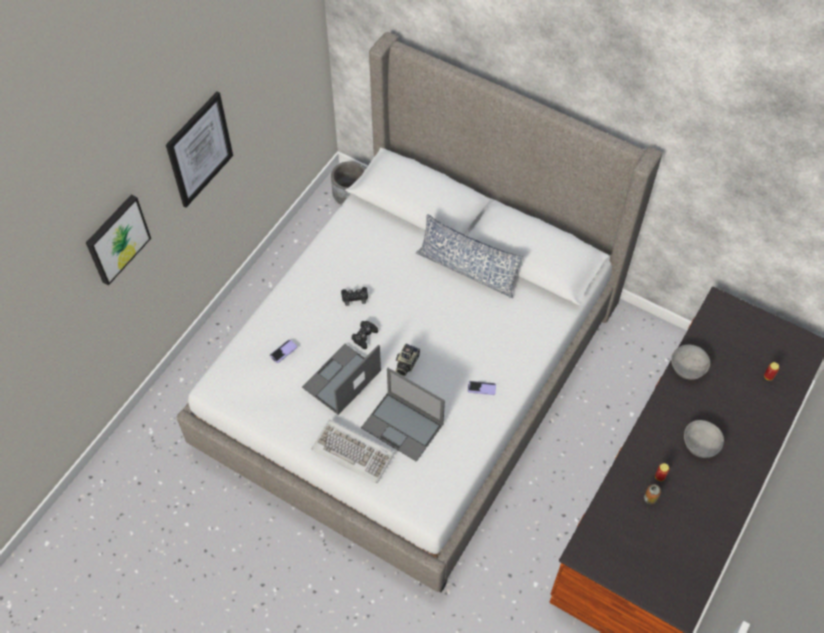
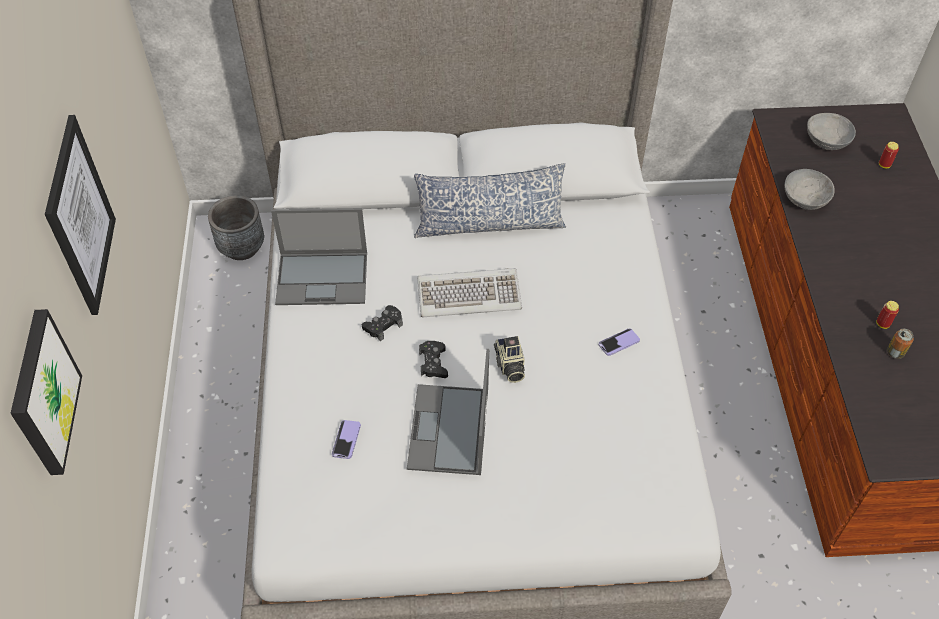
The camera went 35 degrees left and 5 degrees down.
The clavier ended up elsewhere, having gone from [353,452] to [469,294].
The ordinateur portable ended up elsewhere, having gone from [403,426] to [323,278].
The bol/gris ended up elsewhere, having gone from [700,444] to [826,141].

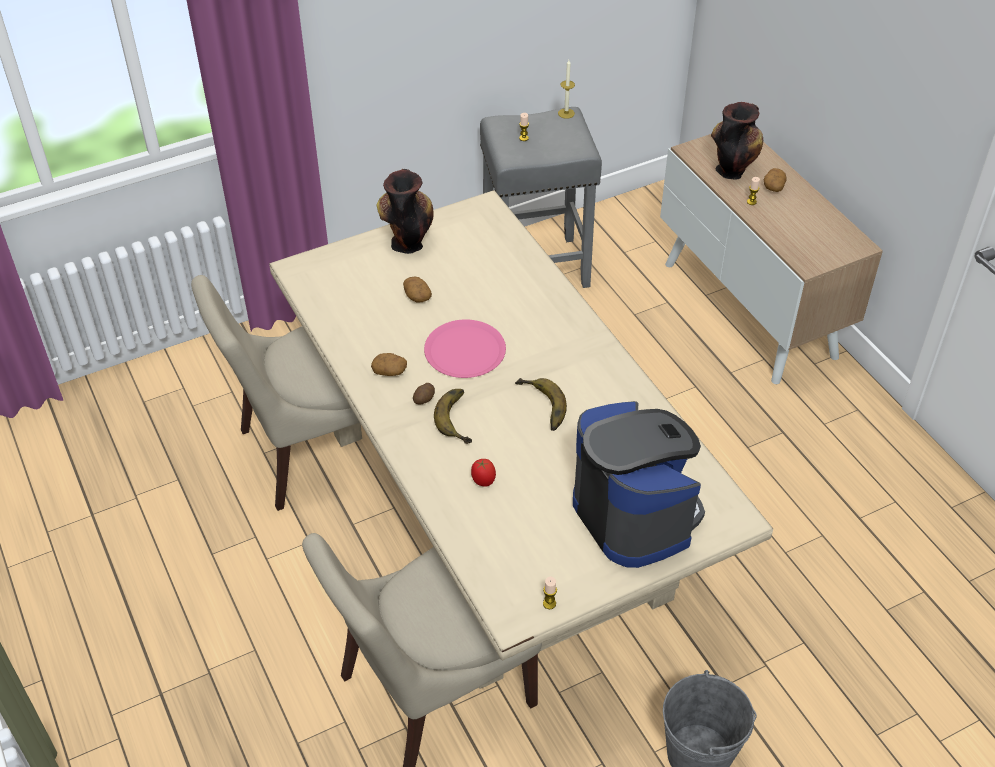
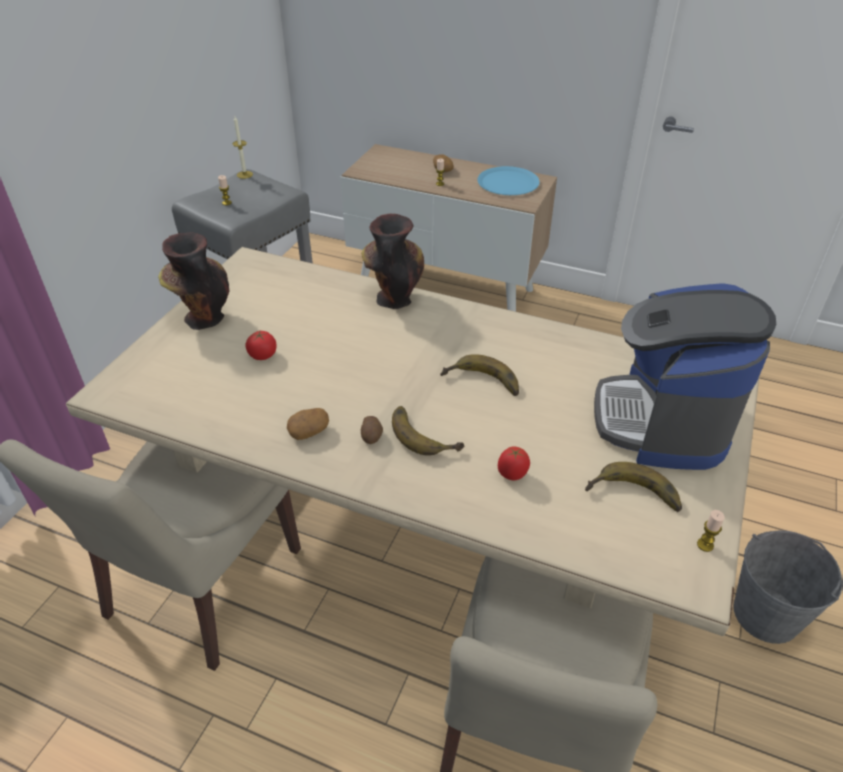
The camera went 40 degrees left and 5 degrees down.
Where the pomme de terre stood at [417,296], the tomate came to stand at [263,355].
The second view lost the assiette/rose at [465,350].
The machine à café at [635,514] ended up facing another way, 105 degrees counterclockwise from before.
The vase ended up elsewhere, having gone from [732,169] to [393,297].
The second view gained the assiette/bleu at [508,183].
The second view gained the banane at [633,498].

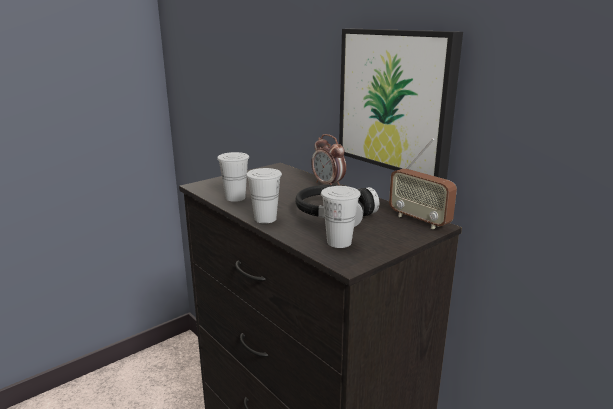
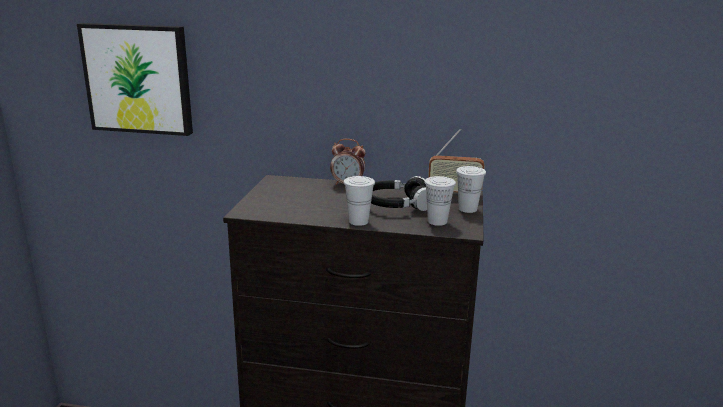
The camera went 40 degrees left and 0 degrees up.
The tasse/blanc ended up elsewhere, having gone from [235,198] to [467,209].
The tableau ended up elsewhere, having gone from [397,100] to [139,79].

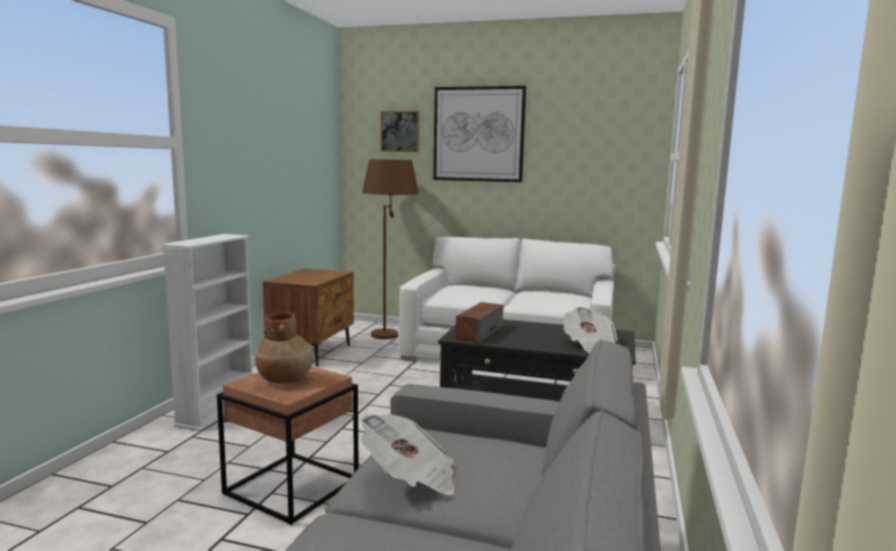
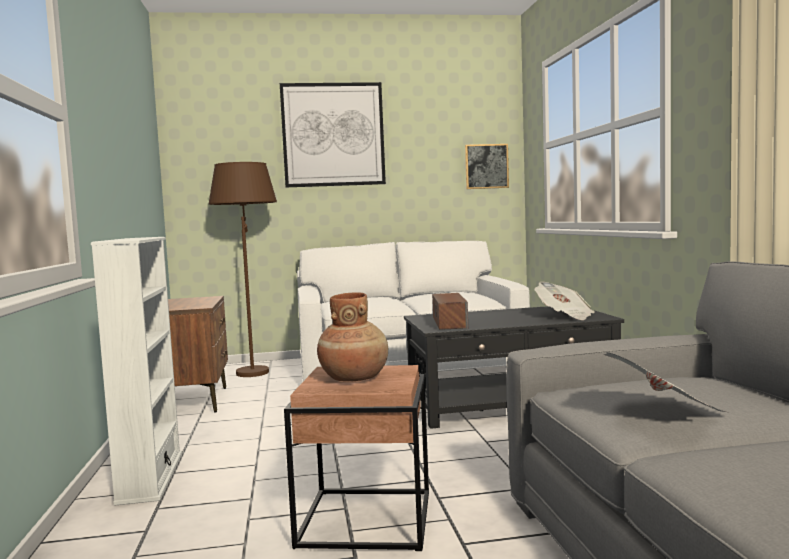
The camera went 25 degrees left and 5 degrees down.
The tableau ended up elsewhere, having gone from [400,131] to [486,166].

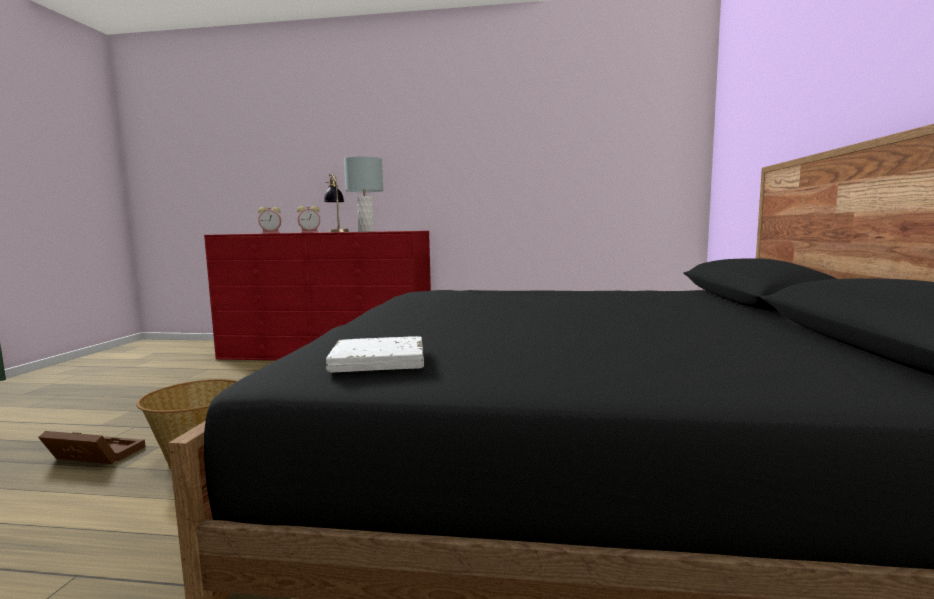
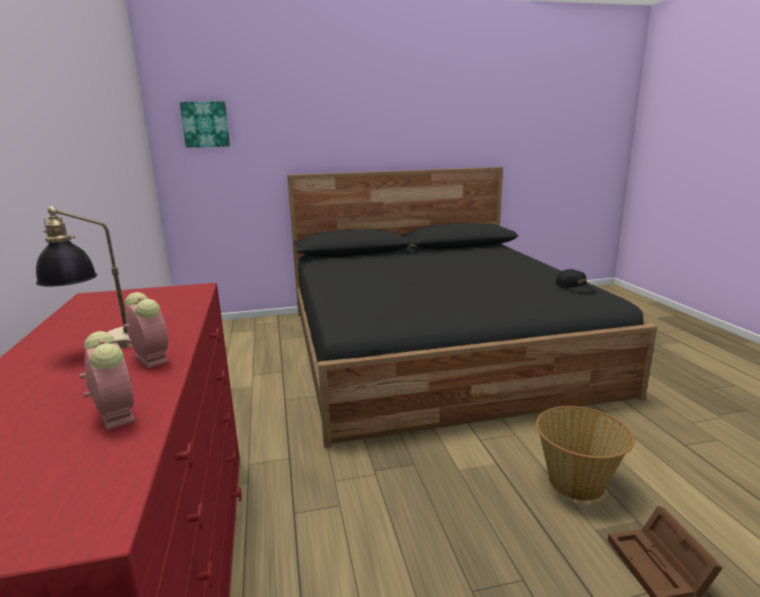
The camera went 110 degrees left and 10 degrees up.
Where the livre/blanc stood at [378,362], the casquette/noir came to stand at [574,288].
The second view lost the lampe de table/gris at [366,231].
The second view gained the tableau at [205,124].

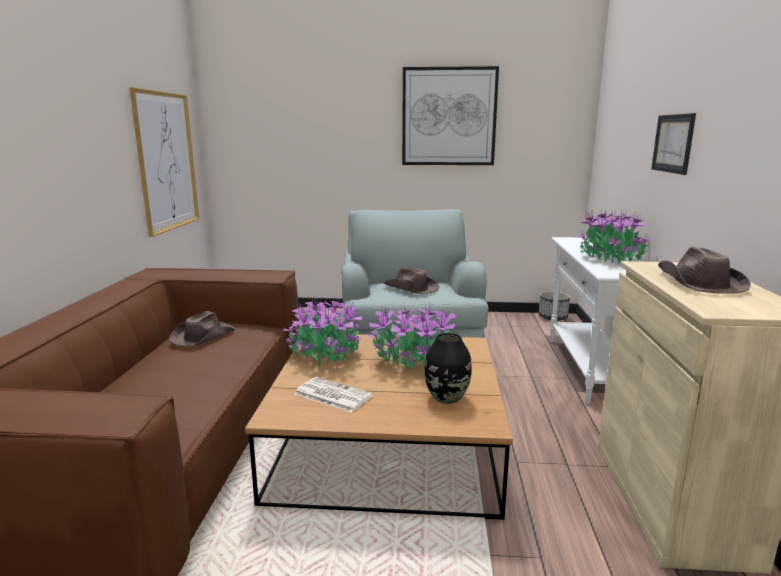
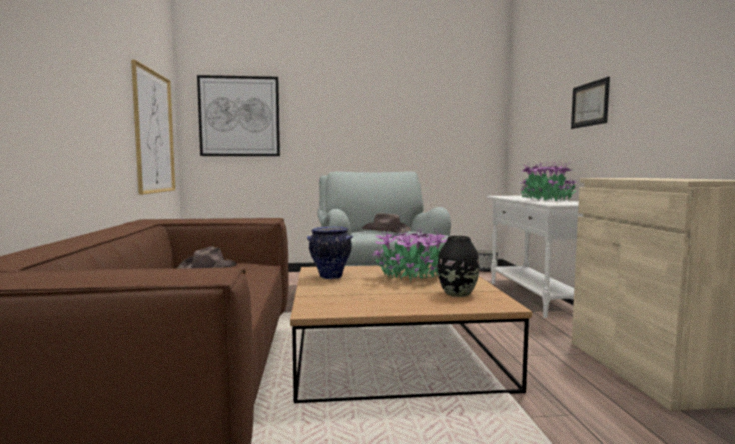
The camera went 10 degrees left and 10 degrees down.
Where the plante en pot stood at [325,354], the vase came to stand at [330,277].
The second view lost the journal at [332,395].
The tableau ended up elsewhere, having gone from [449,117] to [239,116].
The second view lost the chapeau/marron at [698,283].

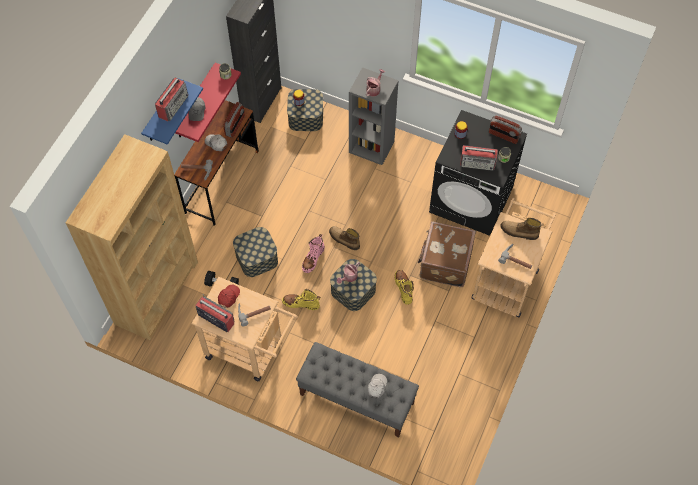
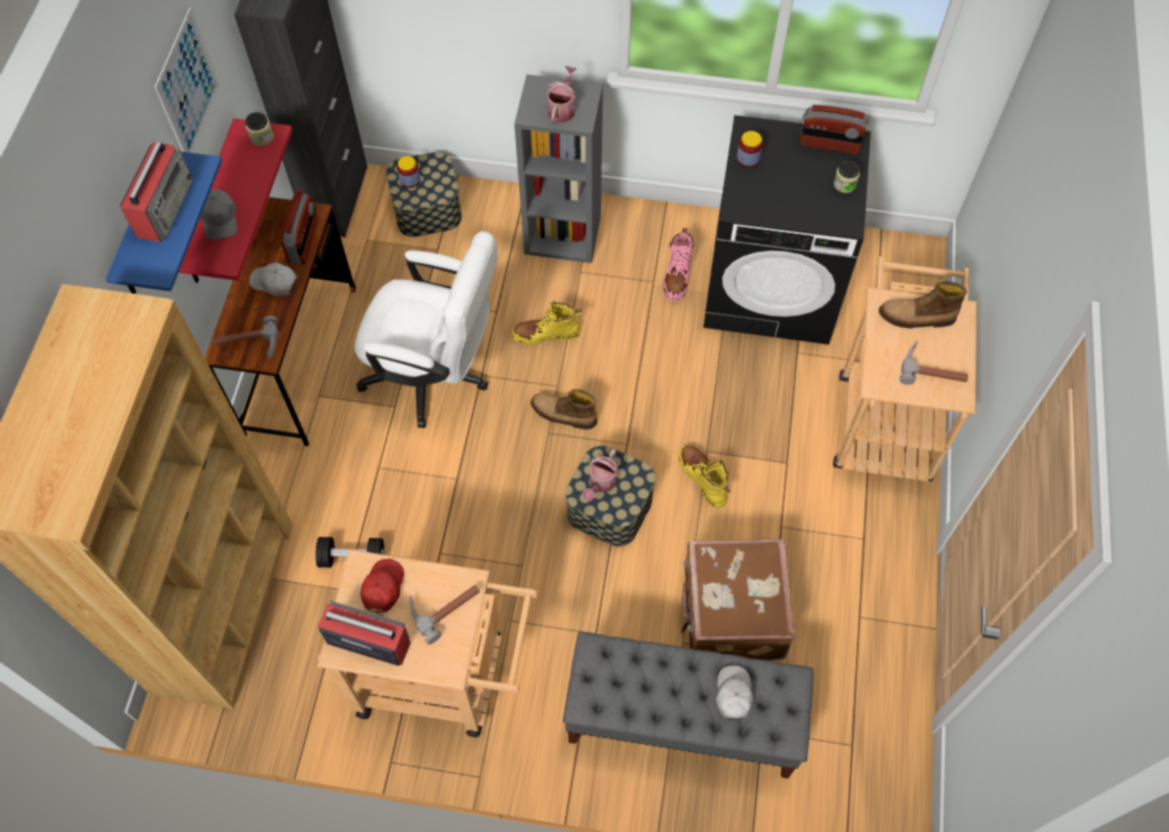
The camera went 15 degrees left and 0 degrees up.
The second view lost the boîte de rangement at [256,258].
The botte/jaune ended up elsewhere, having gone from [301,303] to [546,334].
The botte/rose ended up elsewhere, having gone from [313,258] to [677,276].
The valise/marron ended up elsewhere, having gone from [444,263] to [730,615].
The second view lost the radio at [478,163].
The second view gained the tableau at [188,85].
The second view gained the chaise de bureau/blanc at [436,376].

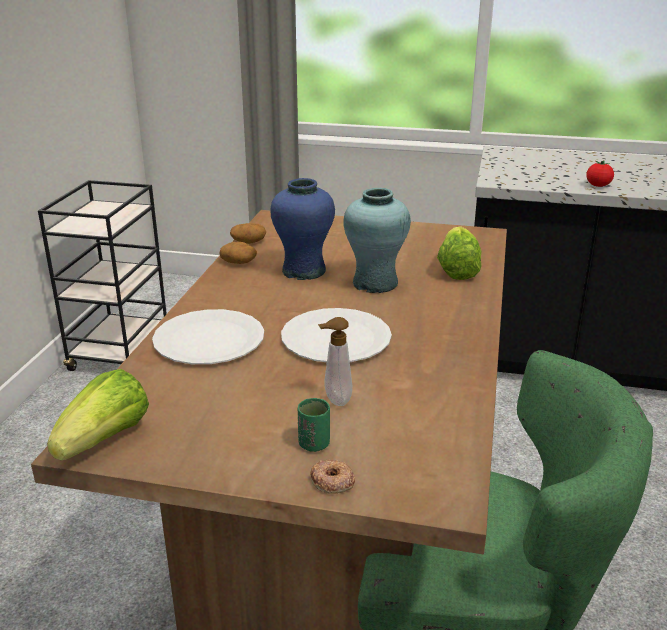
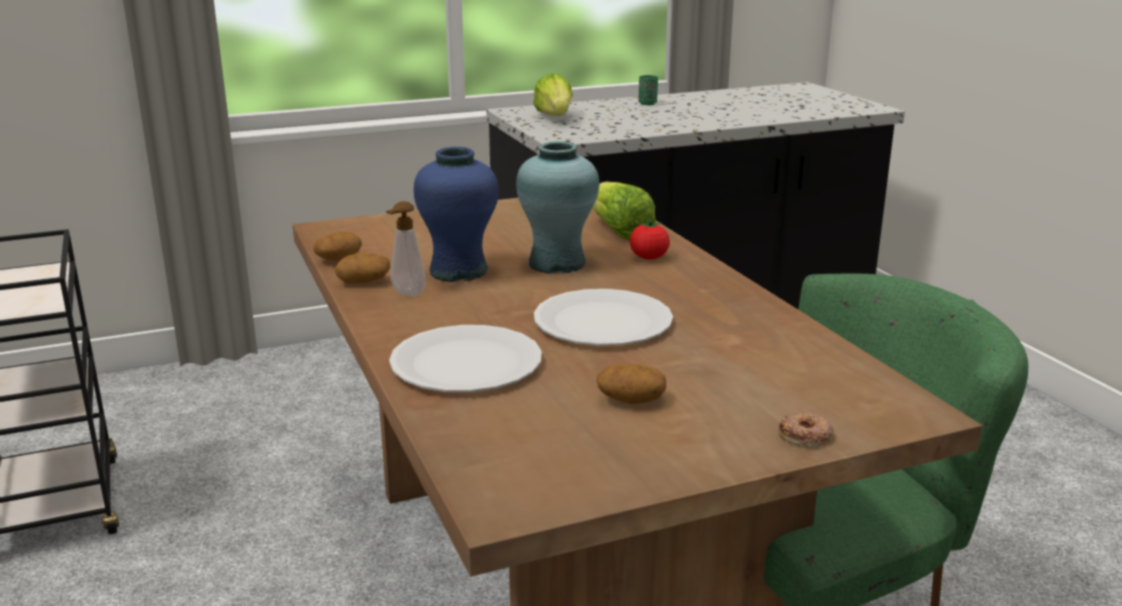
The camera went 35 degrees left and 5 degrees down.
The laitue ended up elsewhere, having gone from [105,440] to [555,118].
The tasse/vert ended up elsewhere, having gone from [314,444] to [647,103].
The distributeur de savon ended up elsewhere, having gone from [335,400] to [406,294].
The tomate ended up elsewhere, having gone from [598,186] to [649,258].
The second view gained the pomme de terre at [630,400].

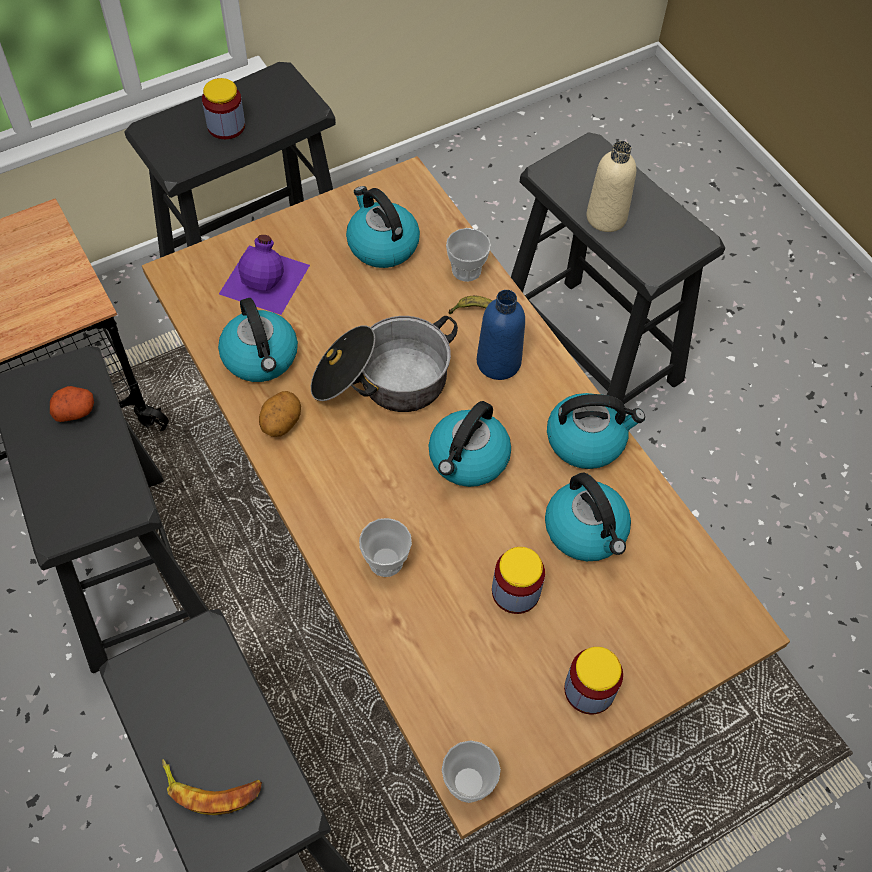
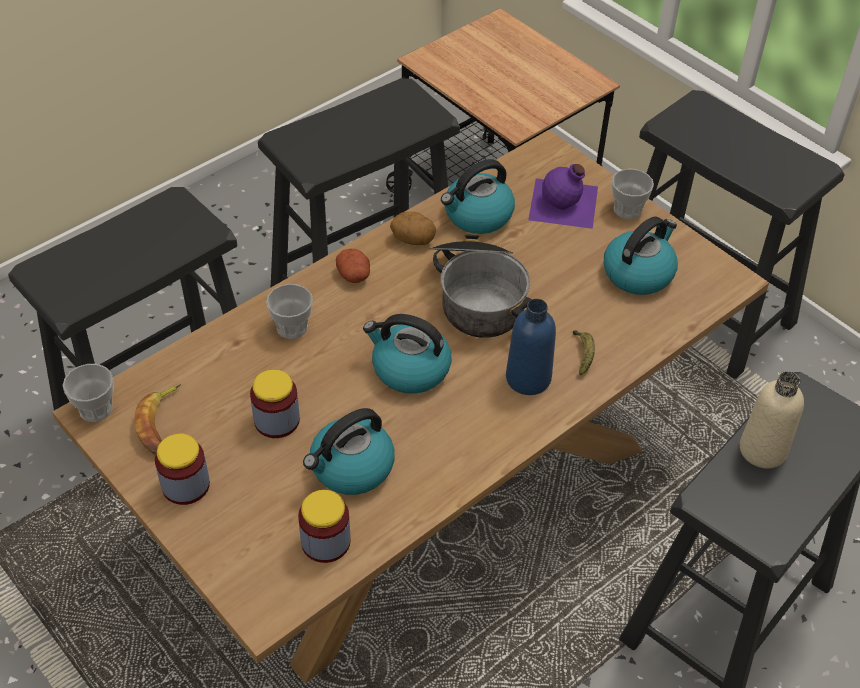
The camera went 80 degrees right and 10 degrees down.
The pomme de terre ended up elsewhere, having gone from [75,410] to [354,275].
The banane ended up elsewhere, having gone from [212,788] to [161,424].
The bocal ended up elsewhere, having gone from [226,126] to [326,542].
The tasse ended up elsewhere, having gone from [466,270] to [627,209].
The second view lost the bouilloire at [587,440].

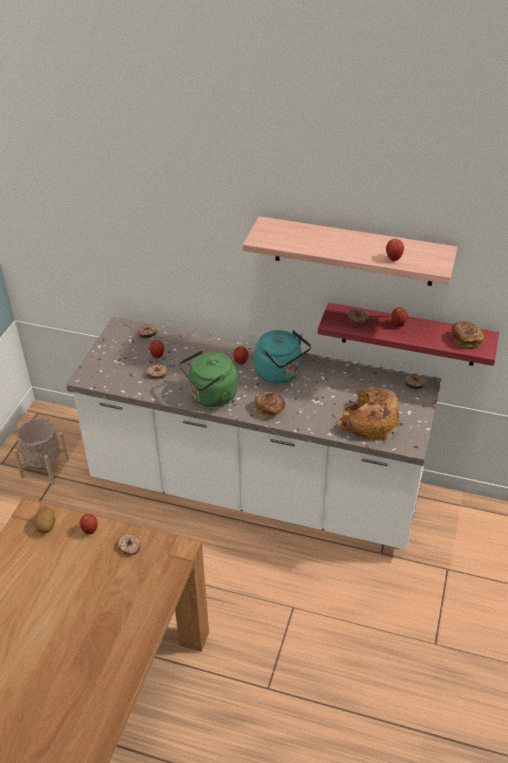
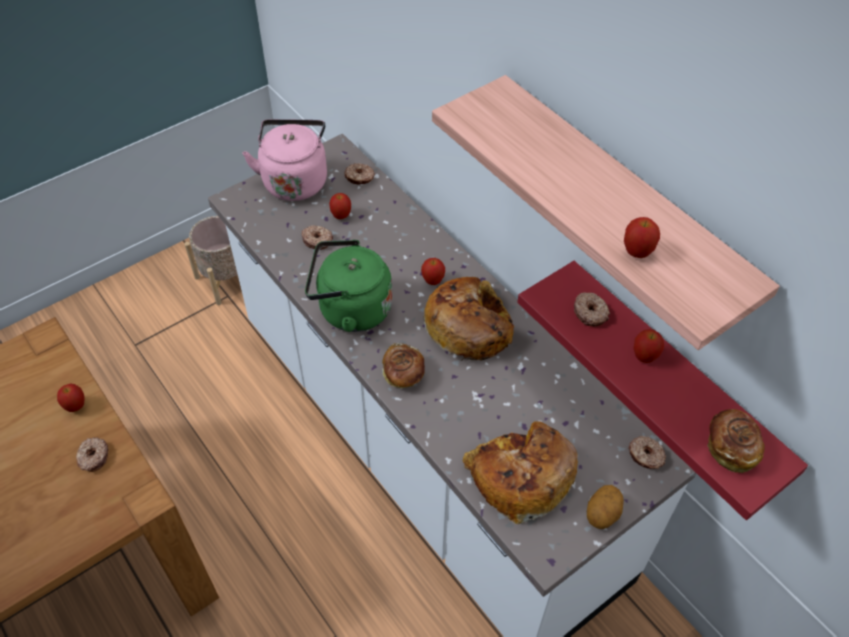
The camera went 35 degrees right and 10 degrees up.
The pomme de terre ended up elsewhere, having gone from [46,526] to [602,514].
Where the bouilloire/turquoise stood at [280,373], the pain came to stand at [469,326].
The second view gained the bouilloire/rose at [295,180].

